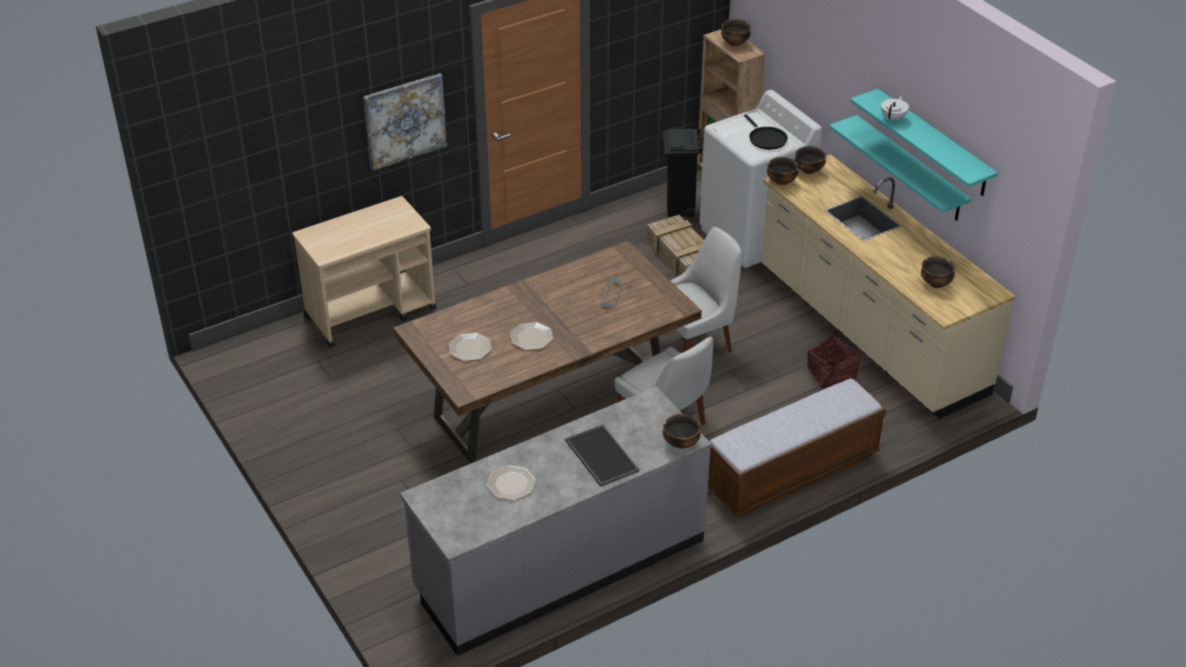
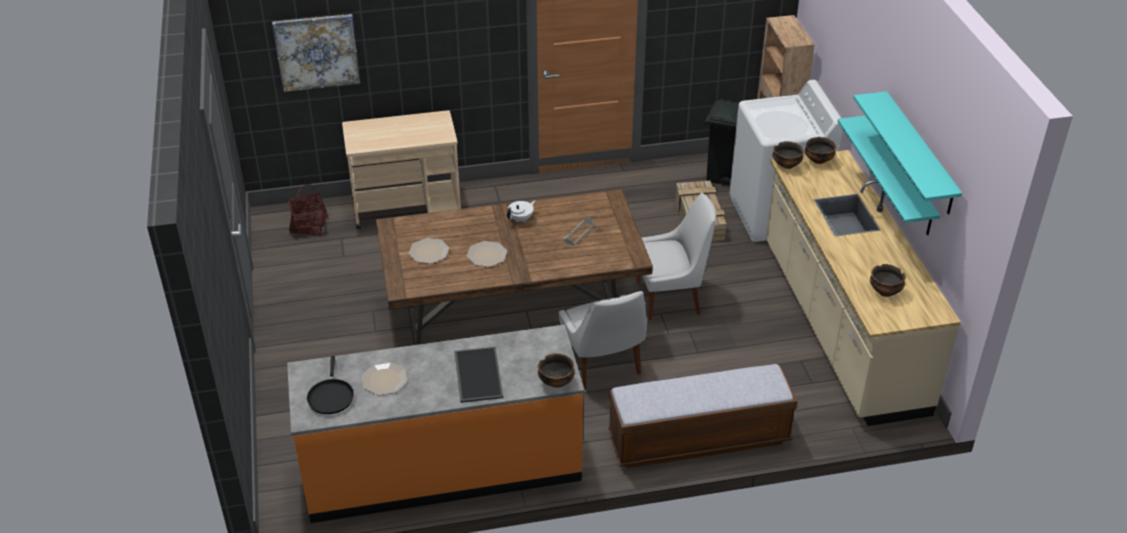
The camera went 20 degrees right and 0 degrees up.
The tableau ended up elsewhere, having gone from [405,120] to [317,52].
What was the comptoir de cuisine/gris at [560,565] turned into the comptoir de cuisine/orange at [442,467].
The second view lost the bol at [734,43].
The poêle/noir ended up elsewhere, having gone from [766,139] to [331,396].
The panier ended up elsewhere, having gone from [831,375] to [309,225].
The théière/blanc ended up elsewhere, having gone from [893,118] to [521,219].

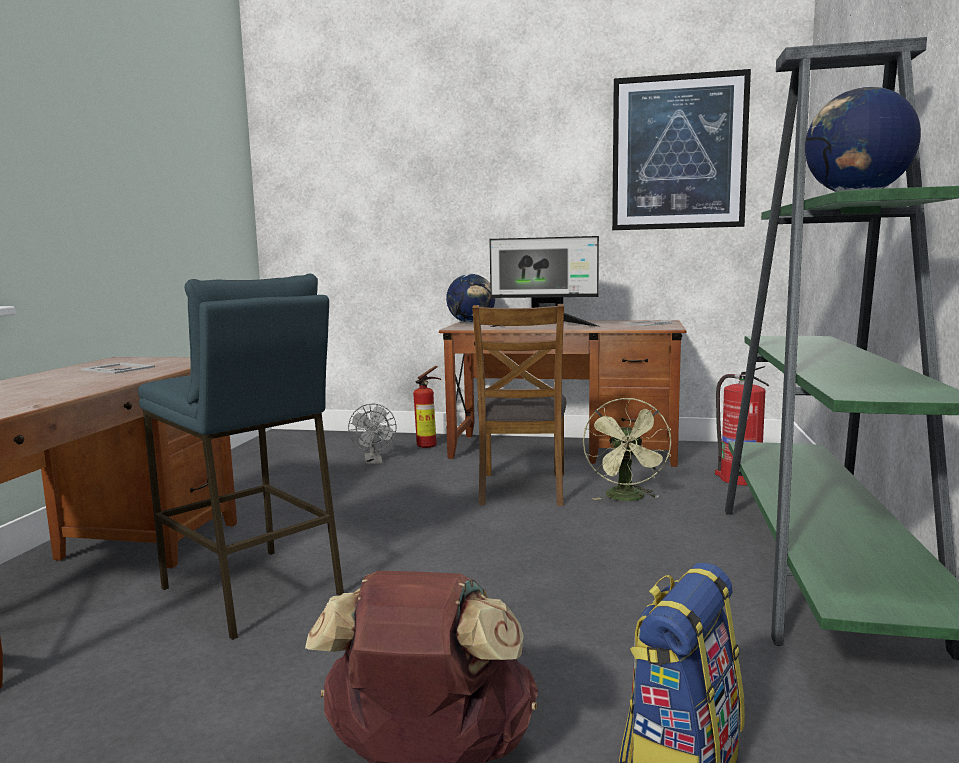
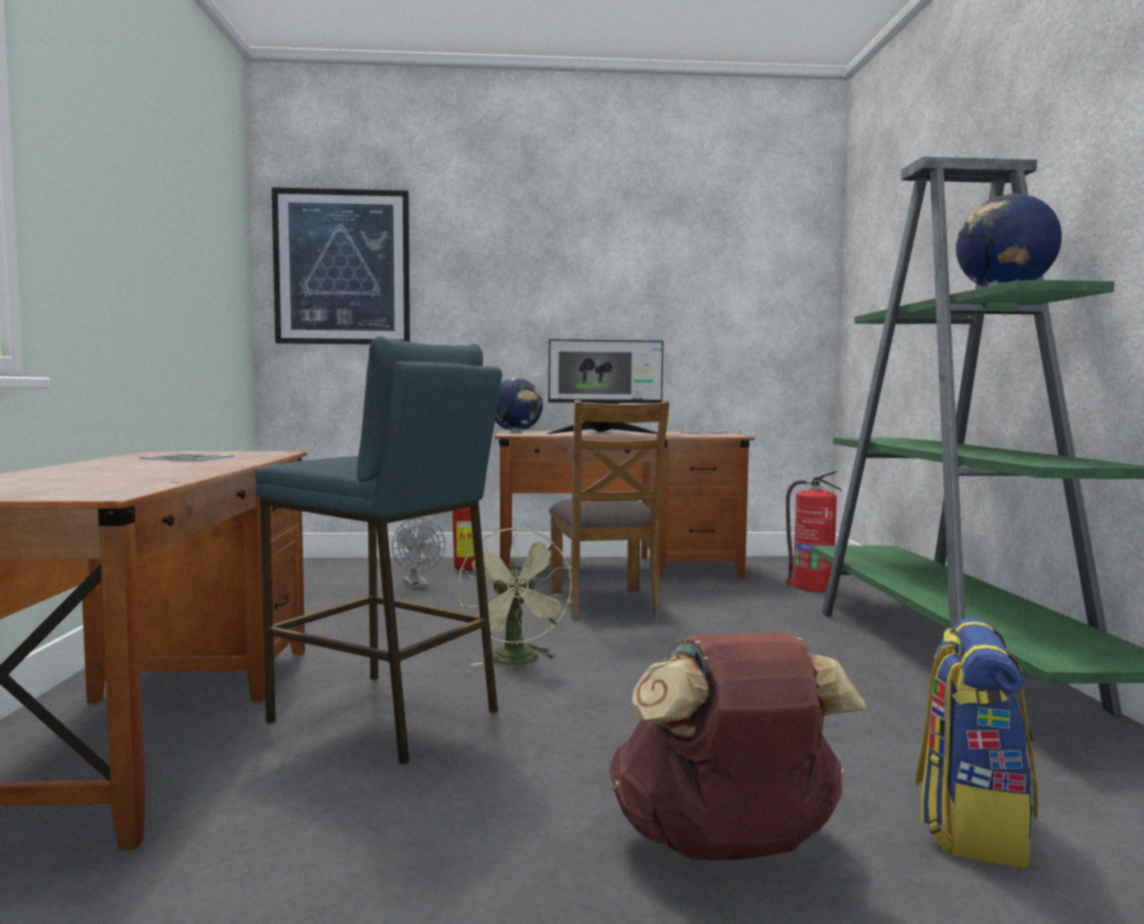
The camera went 15 degrees left and 5 degrees down.
The ventilateur/vert ended up elsewhere, having gone from [627,498] to [517,662].
The tableau ended up elsewhere, having gone from [678,153] to [342,267].

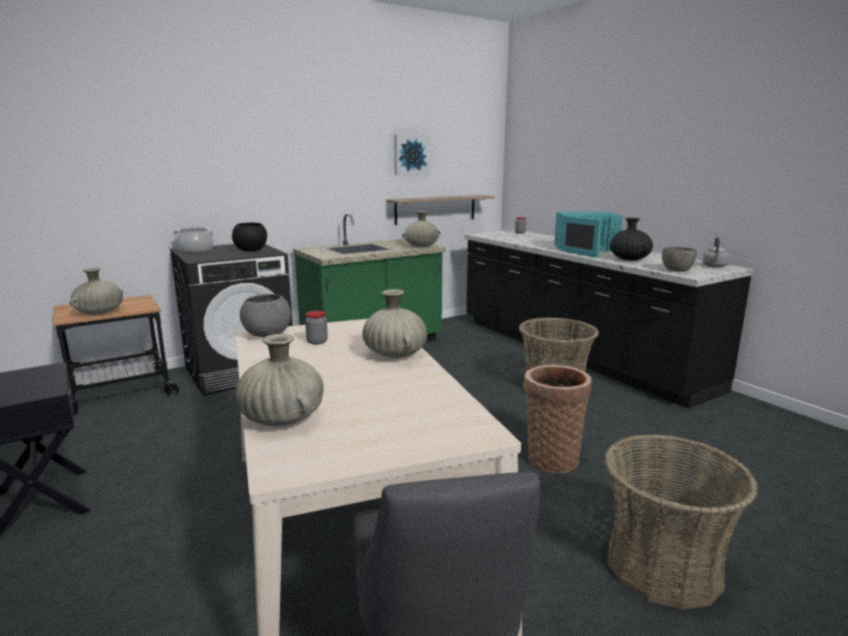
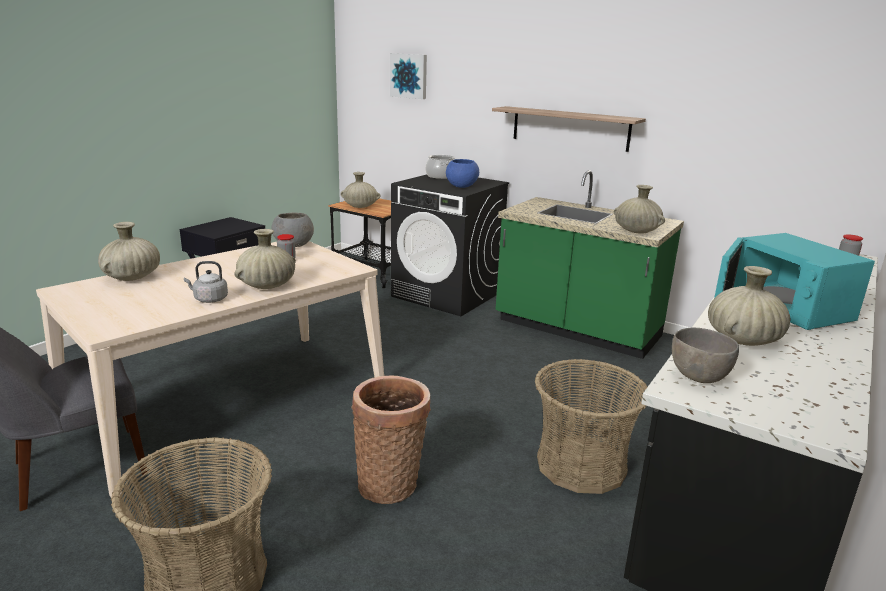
The camera went 65 degrees right and 5 degrees up.
What was the bol/noir at [251,250] turned into the bol/bleu at [461,186].
The étagère ended up elsewhere, having gone from [435,209] to [570,128].
The tableau ended up elsewhere, having gone from [410,154] to [409,76].
What was the vase/noir at [629,259] turned into the vase/beige at [742,340].
The bouilloire/gris ended up elsewhere, having gone from [714,266] to [209,299].

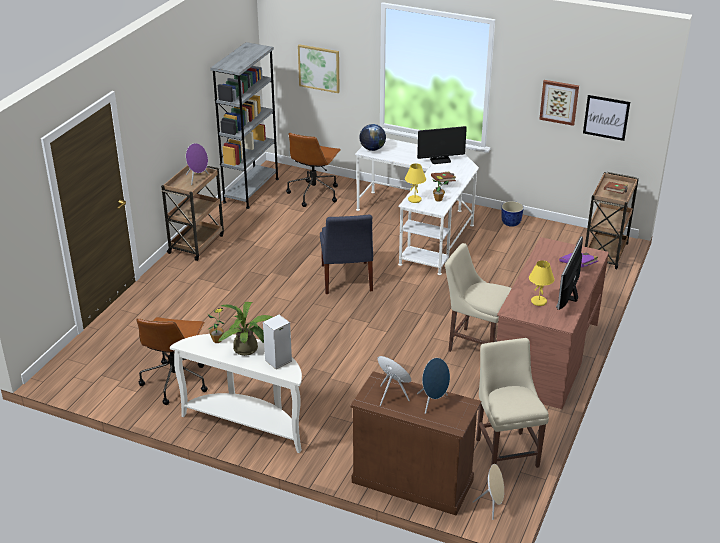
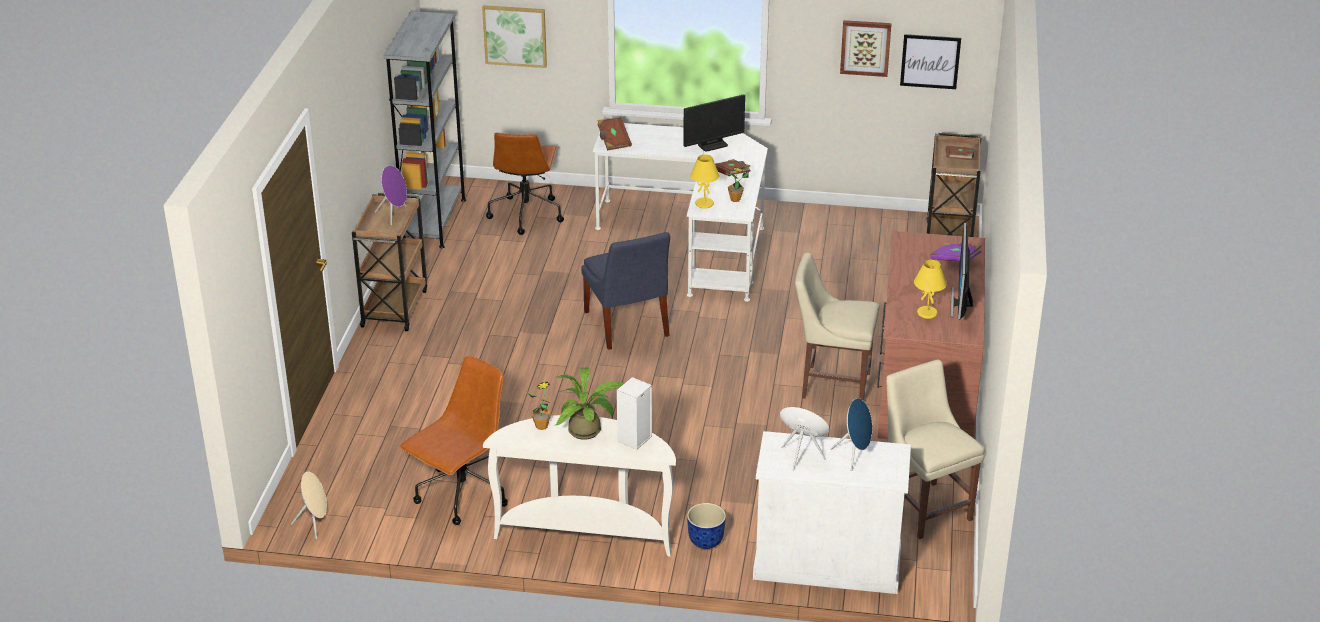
The camera went 15 degrees left and 0 degrees up.
The chaise de bureau/marron at [175,381] ended up facing another way, 135 degrees counterclockwise from before.
What was the meuble de rangement/marron at [412,481] turned into the meuble de rangement/blanc at [827,563].
Where the globe stood at [372,149], the livre/marron came to stand at [613,141].
The enceinte/beige ended up elsewhere, having gone from [492,506] to [315,524].
The cache-pot ended up elsewhere, having gone from [511,223] to [706,542].

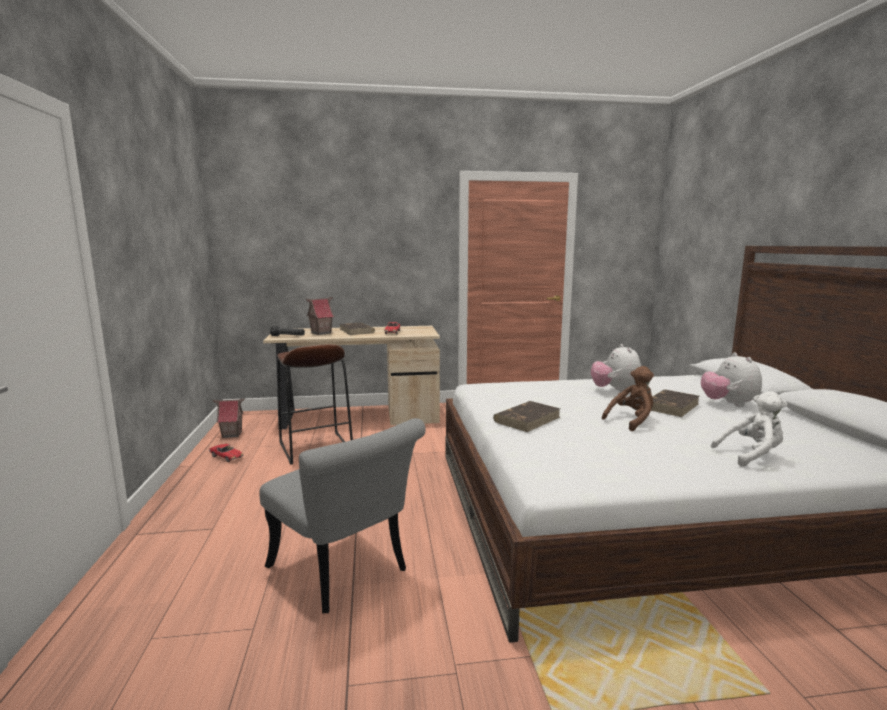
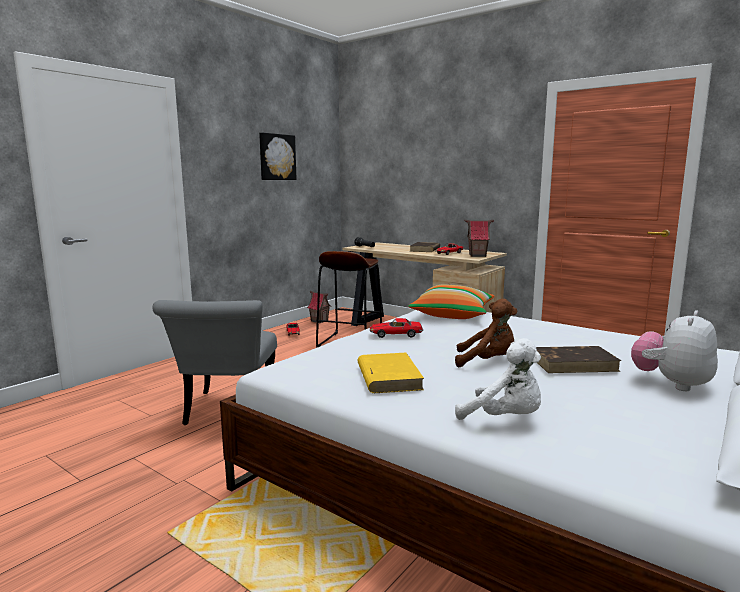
The camera went 45 degrees right and 0 degrees up.
The maison miniature ended up elsewhere, having gone from [321,333] to [477,255].
Where the livre/marron stood at [527,419], the petite voiture came to stand at [395,335].
The second view lost the peluche at [615,391].
The second view gained the tableau at [276,157].
The second view gained the livre/jaune at [388,376].
The second view gained the coussin at [452,314].

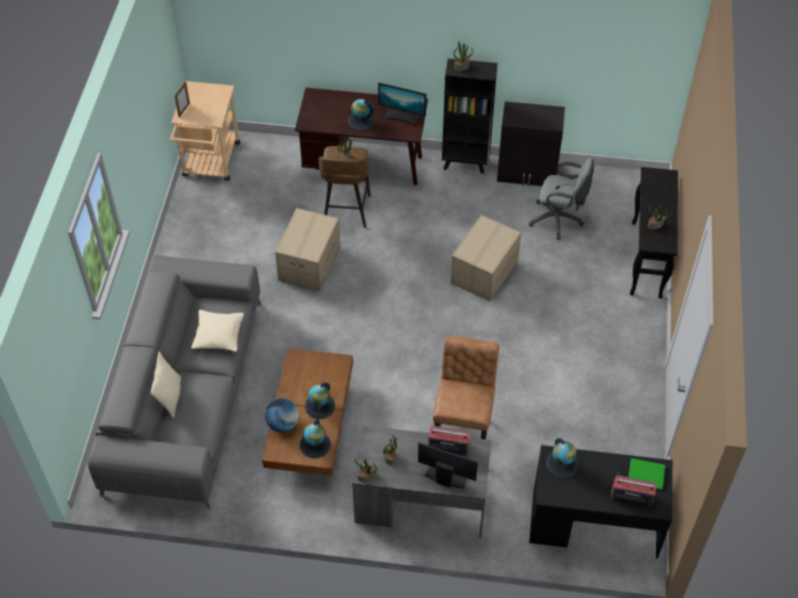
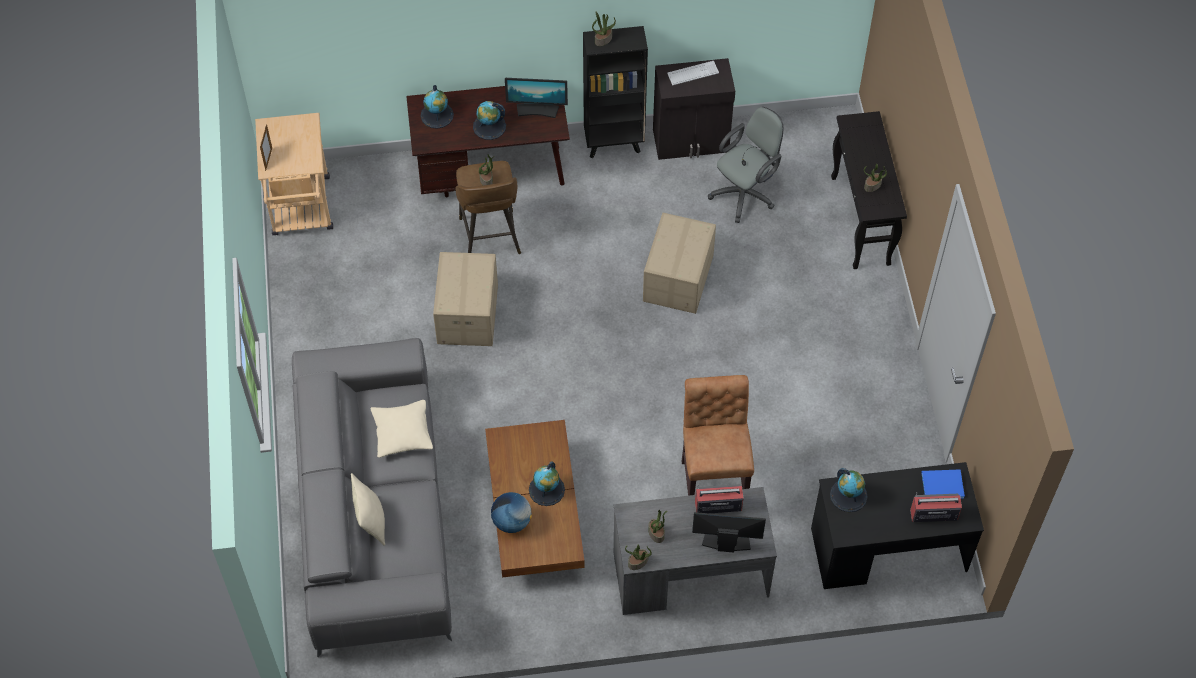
The camera went 15 degrees left and 5 degrees up.
The globe ended up elsewhere, having gone from [315,444] to [437,115].
The chaise de bureau/gris at [558,220] ended up facing another way, 45 degrees counterclockwise from before.
What was the livre/vert at [645,473] turned into the livre/bleu at [941,484].
The second view gained the clavier at [693,73].

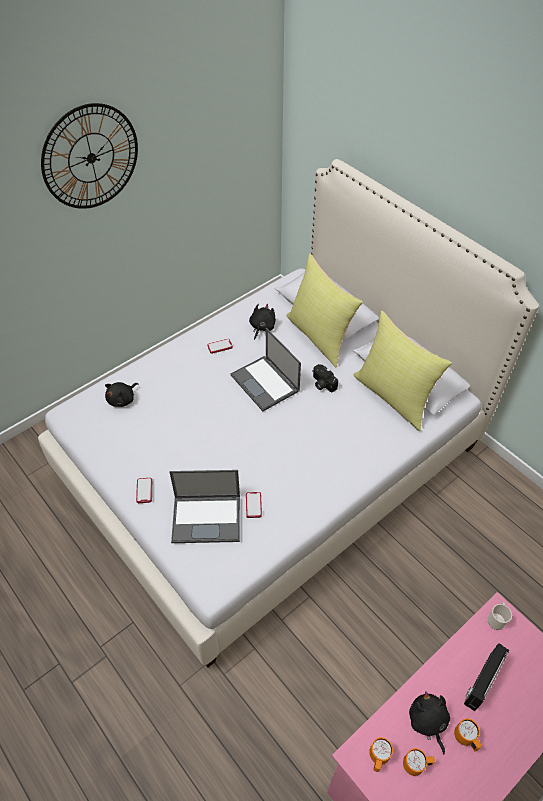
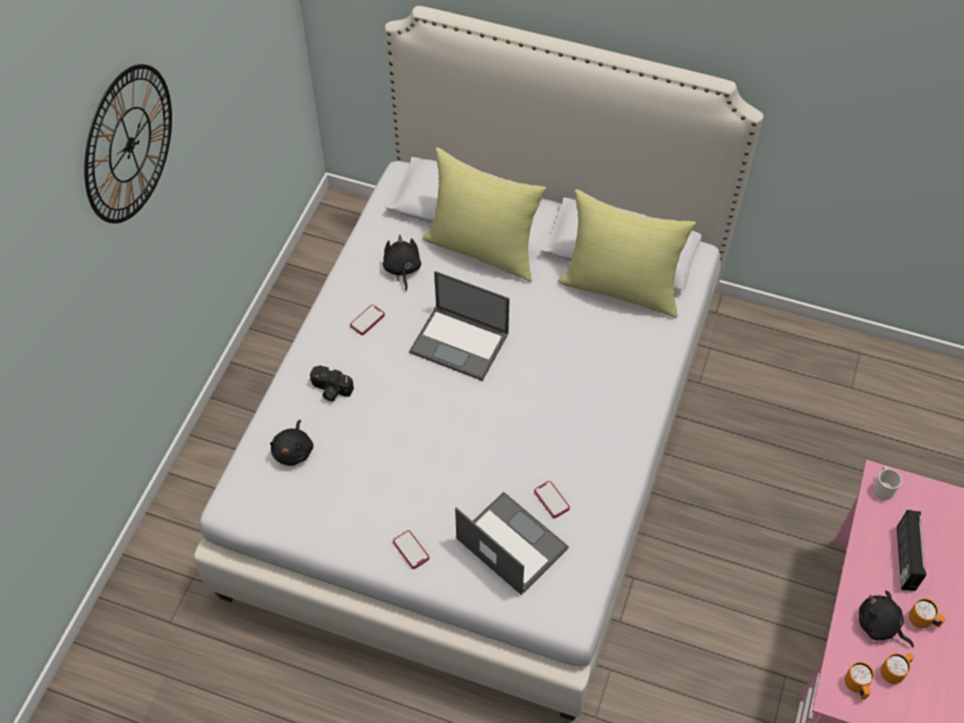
The camera went 30 degrees left and 5 degrees up.
The ordinateur portable at [207,518] ended up facing another way, 105 degrees counterclockwise from before.
The appareil photo ended up elsewhere, having gone from [322,383] to [330,390].

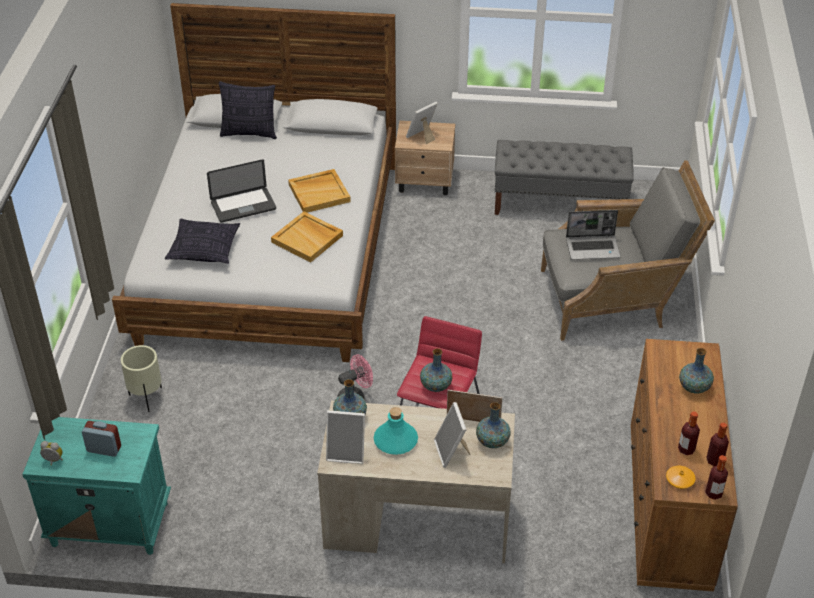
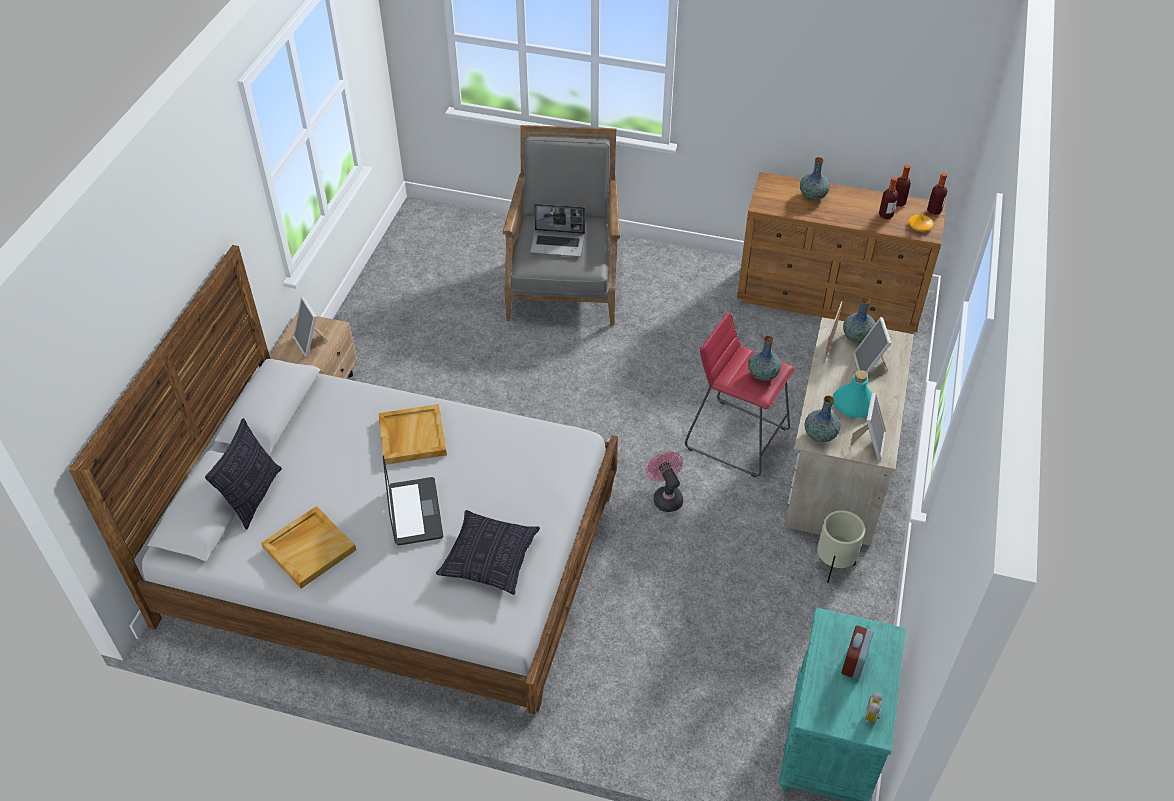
The camera went 80 degrees left and 5 degrees up.
The cache-pot/beige ended up elsewhere, having gone from [146,398] to [833,566].
The plateau/beige ended up elsewhere, having gone from [308,239] to [309,548].
The cadre photo at [452,452] ended up facing another way, 90 degrees clockwise from before.
The second view lost the banc/gris at [560,203].
The ordinateur portable at [593,248] ended up facing another way, 90 degrees clockwise from before.

